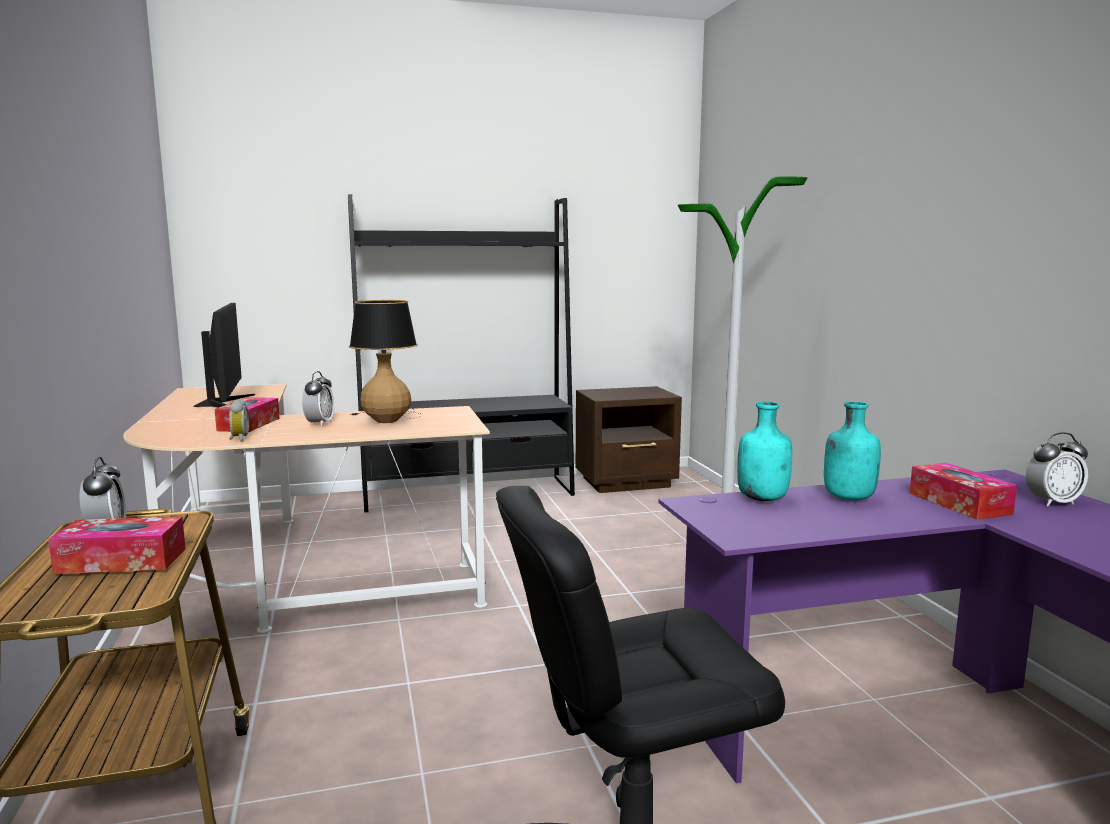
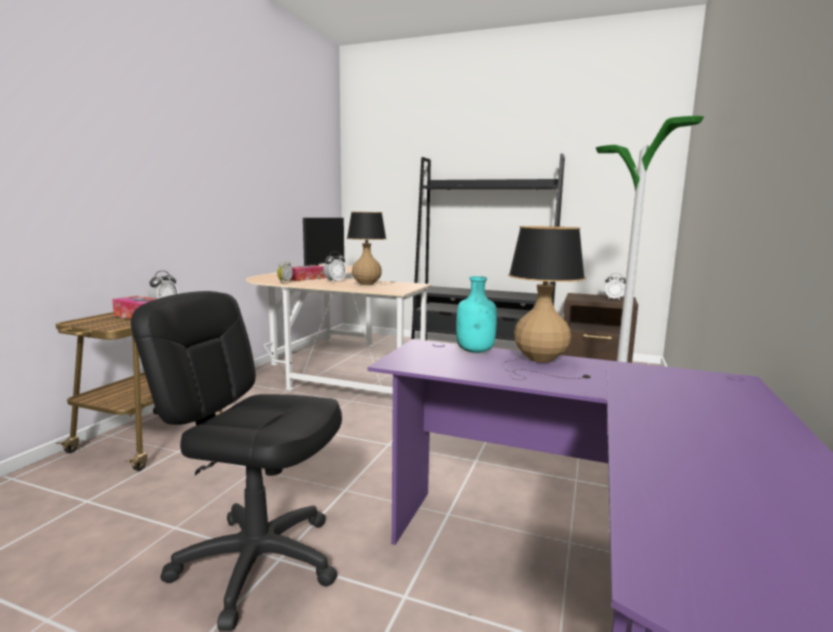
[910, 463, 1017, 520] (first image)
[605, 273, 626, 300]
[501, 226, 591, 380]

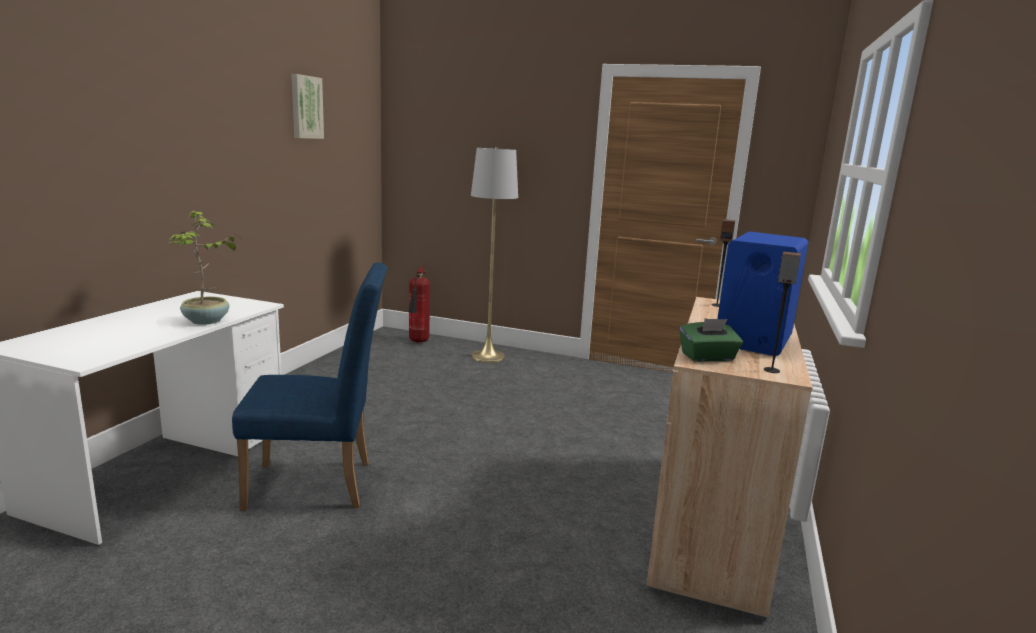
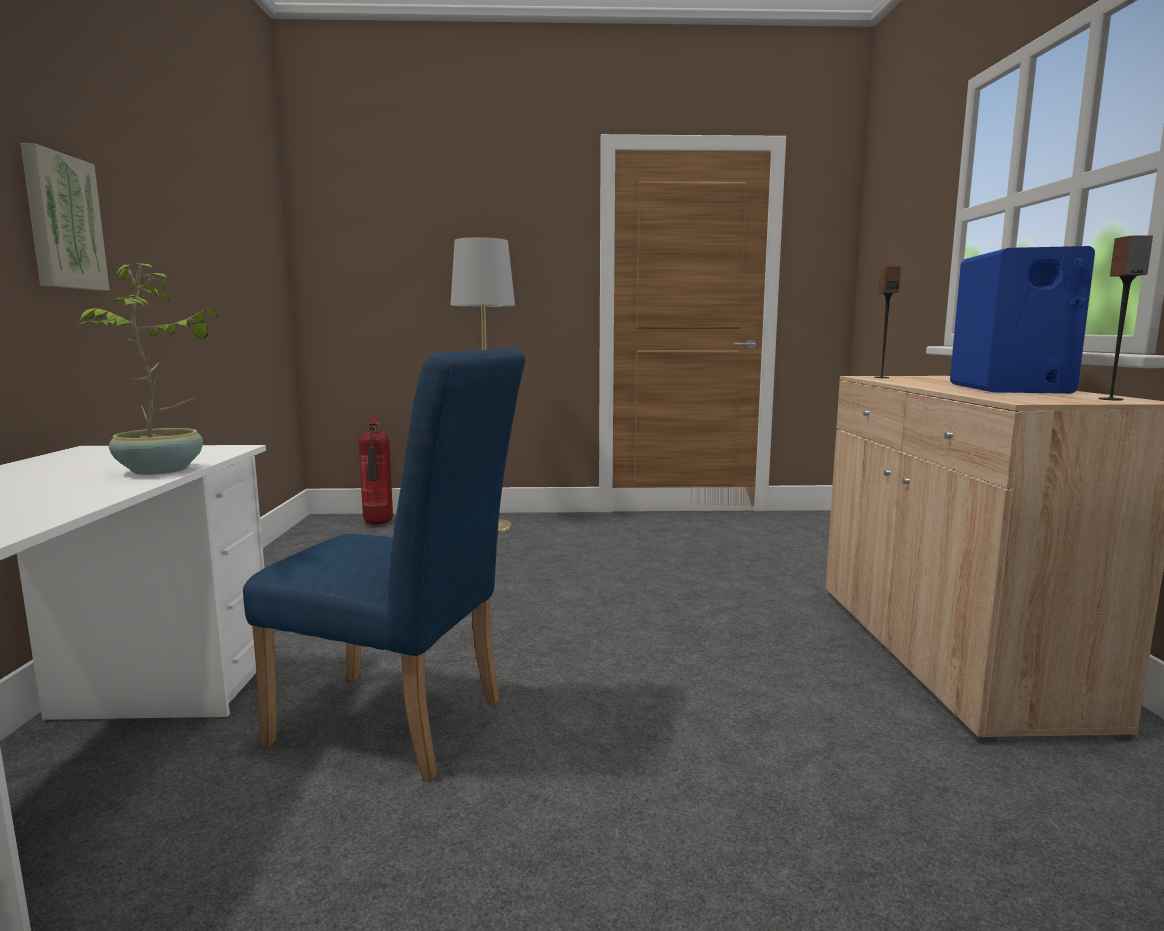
[679, 318, 743, 362] (first image)
[21, 143, 110, 291]
[243, 349, 525, 782]

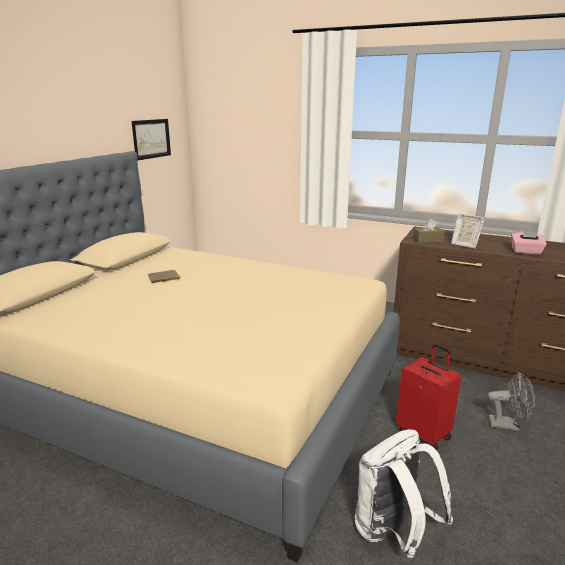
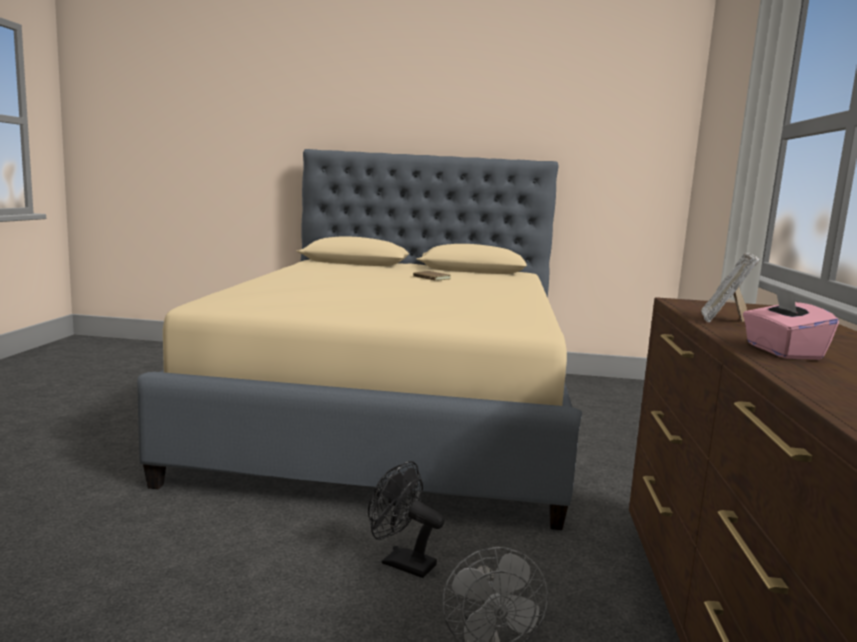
[132, 119, 171, 161] (first image)
[355, 429, 453, 558] (first image)
[413, 219, 445, 243] (first image)
[368, 461, 445, 578]

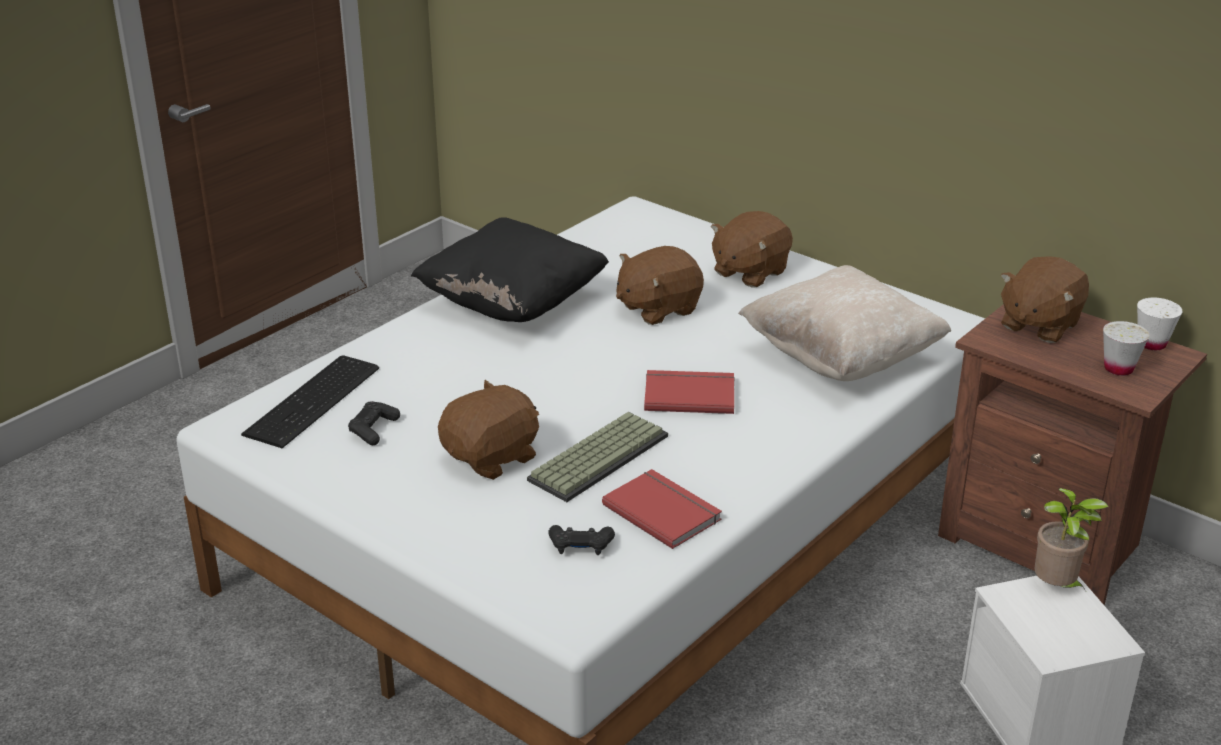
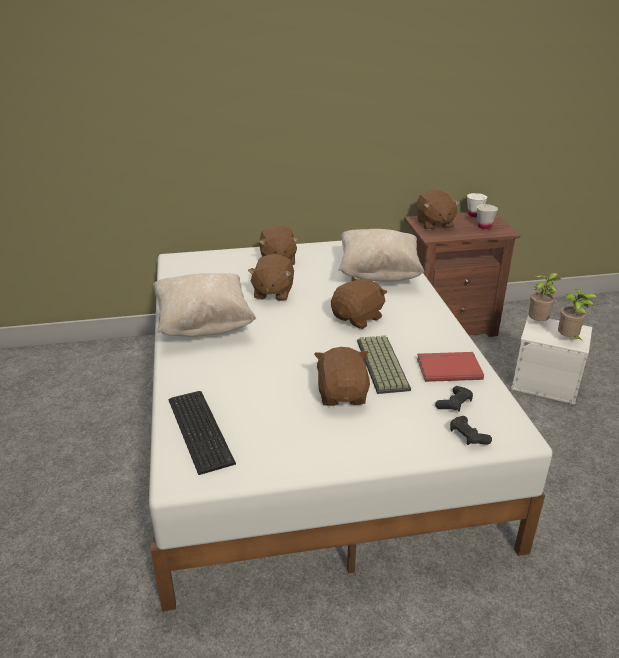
[558, 289, 597, 342]
[450, 416, 492, 445]
[331, 277, 387, 329]
[153, 273, 256, 337]

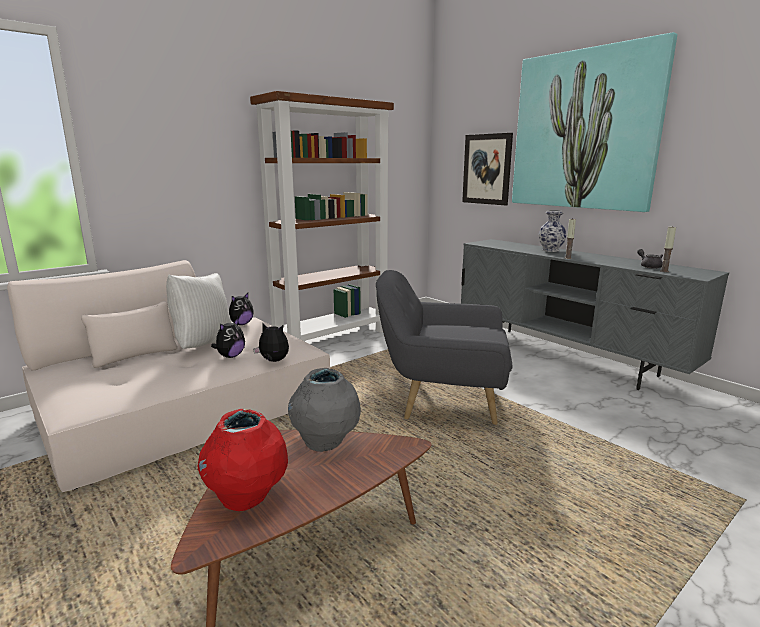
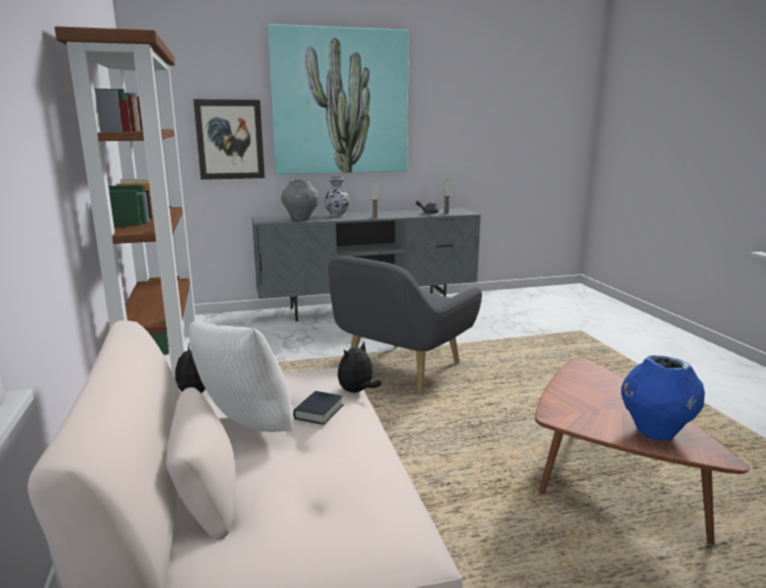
[281, 180, 320, 221]
[293, 391, 343, 425]
[621, 355, 705, 441]

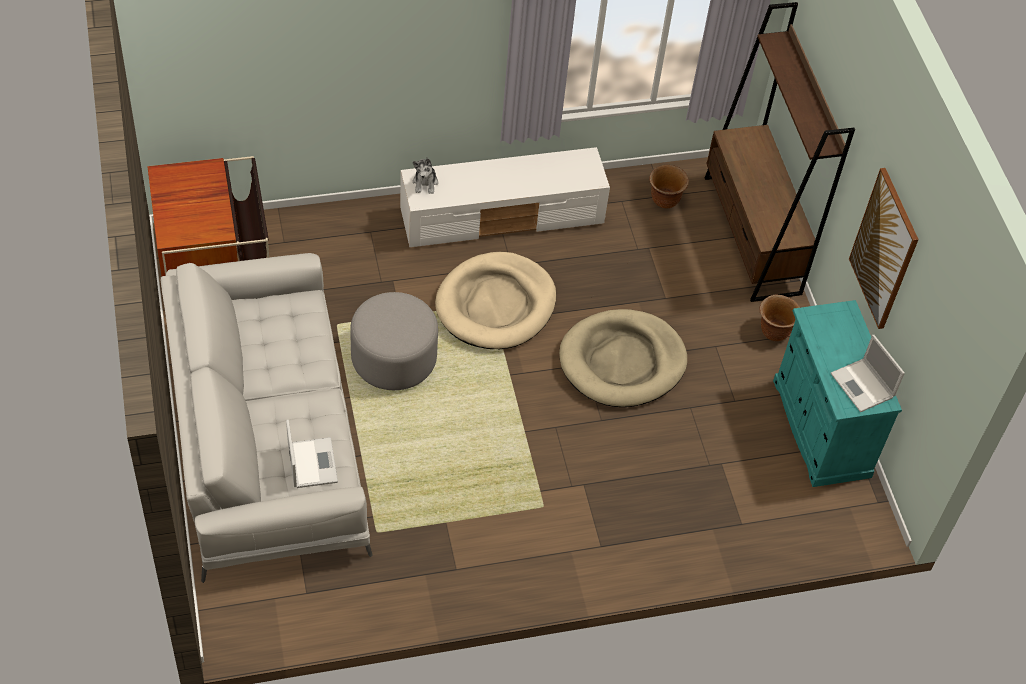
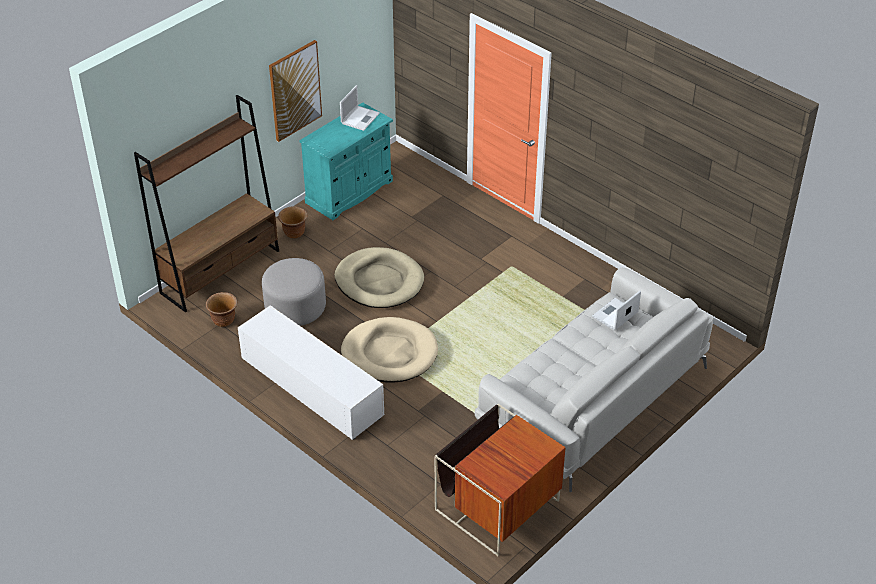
[413, 158, 438, 194] (first image)
[262, 258, 326, 326]

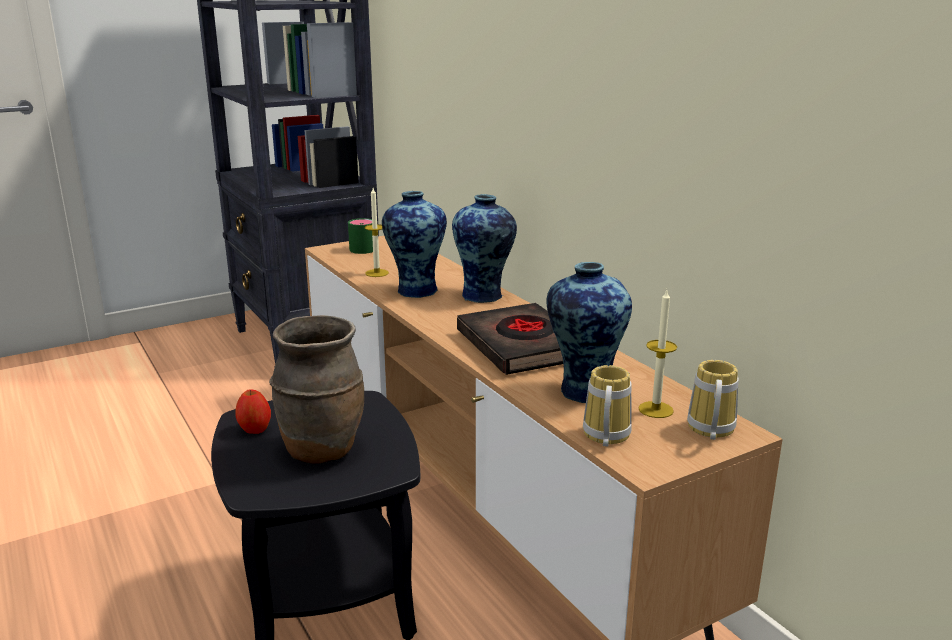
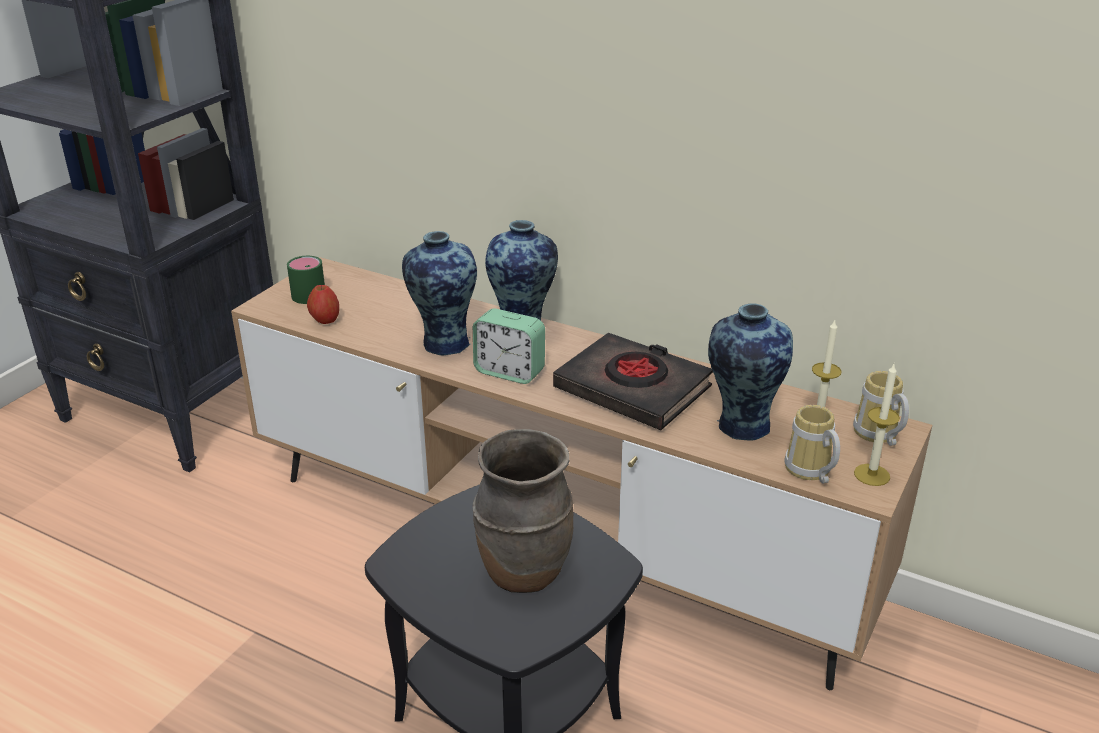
[473, 308, 545, 384]
[307, 285, 339, 324]
[854, 364, 900, 486]

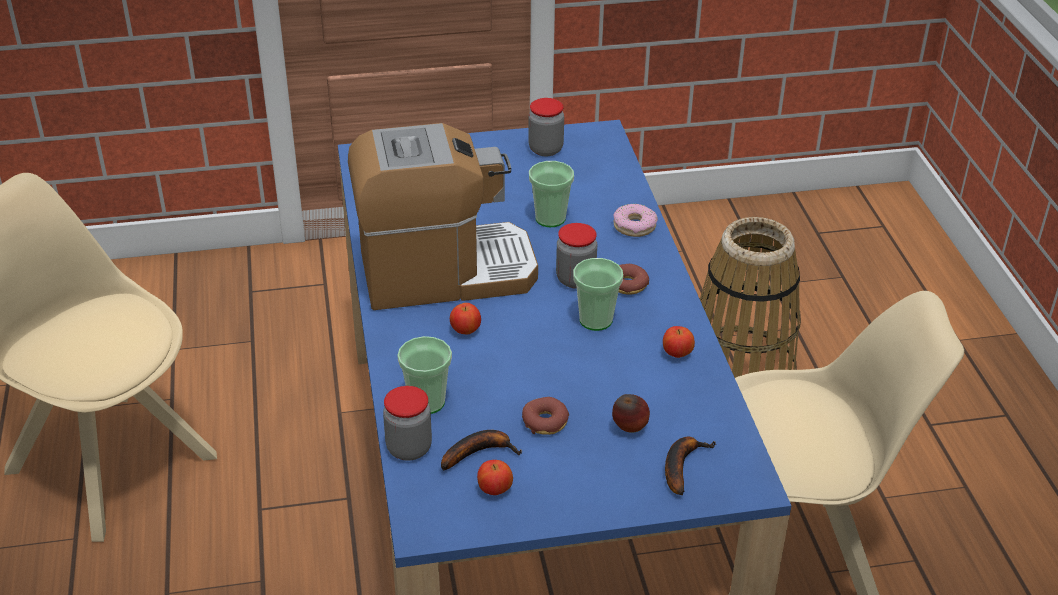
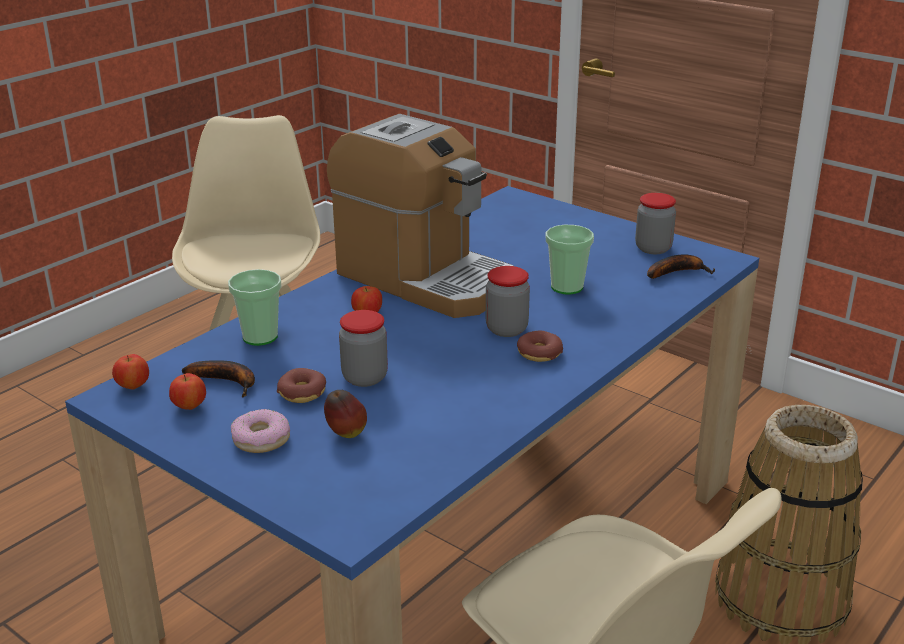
[573, 258, 623, 331] (first image)
[339, 310, 388, 387]
[231, 409, 290, 453]
[112, 354, 149, 390]
[647, 255, 716, 279]

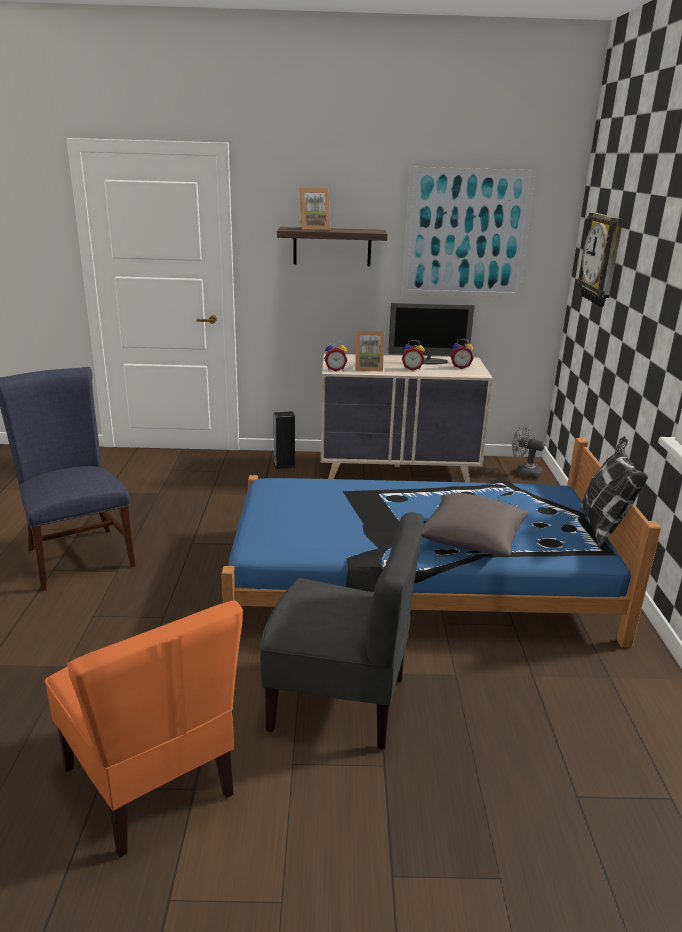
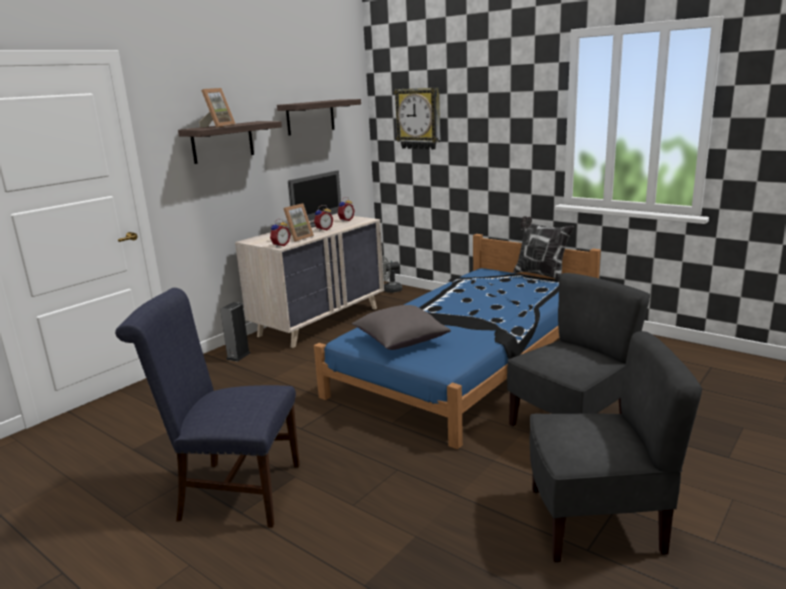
[352, 305, 451, 350]
[277, 99, 361, 136]
[529, 331, 702, 563]

